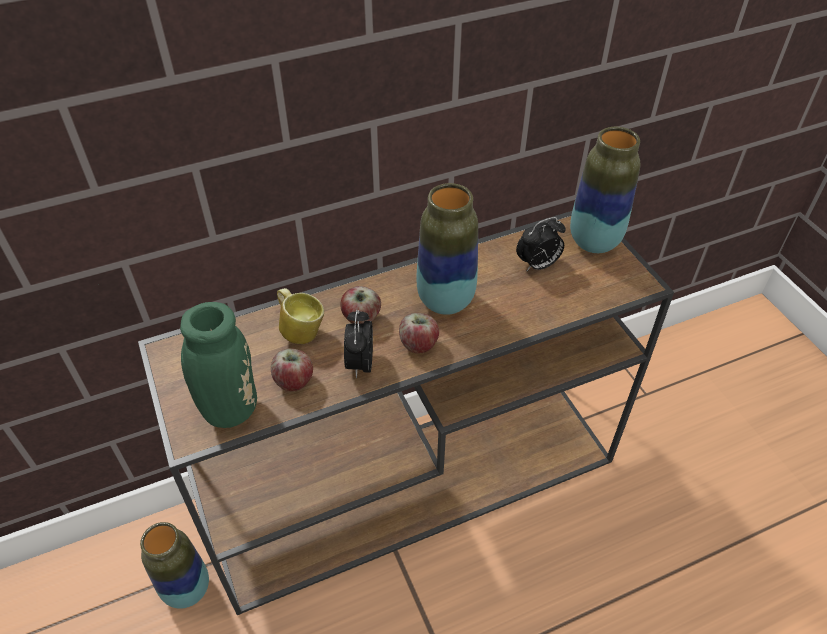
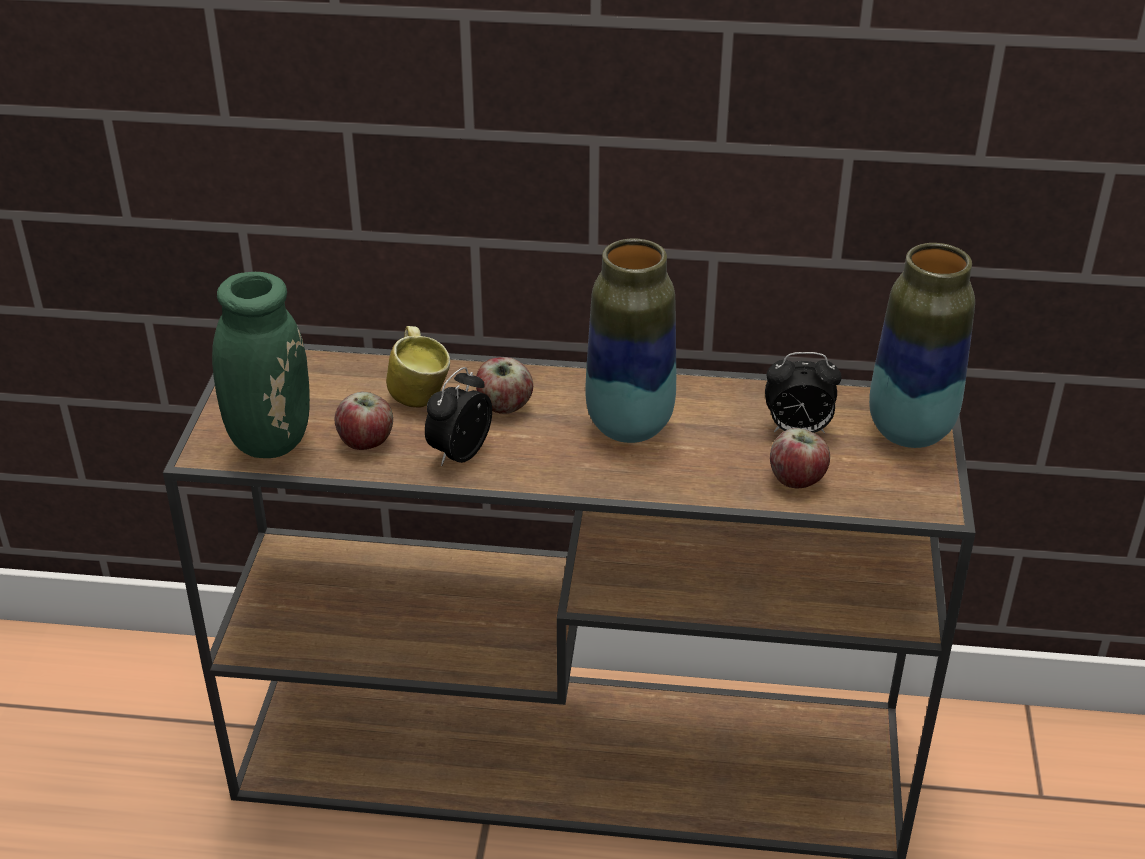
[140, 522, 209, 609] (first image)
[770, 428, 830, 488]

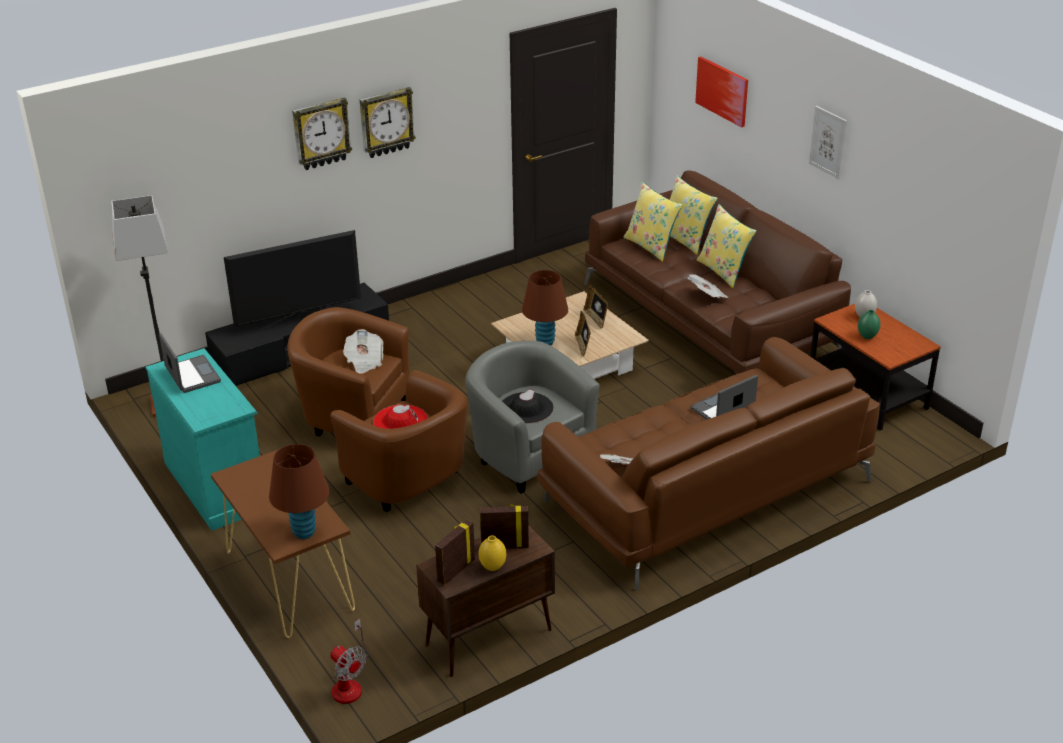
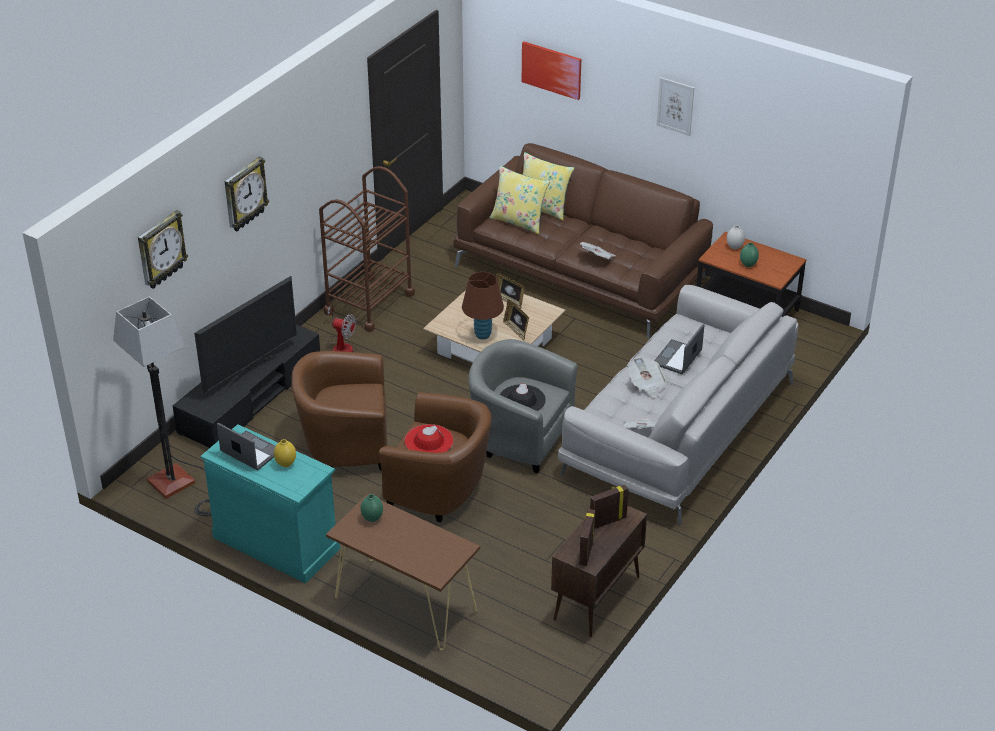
[269, 444, 329, 539] (first image)
[697, 204, 757, 288] (first image)
[319, 166, 415, 332]
[361, 494, 383, 522]
[327, 306, 356, 352]
[628, 357, 667, 398]
[138, 210, 188, 289]
[274, 439, 296, 467]
[558, 285, 798, 526]

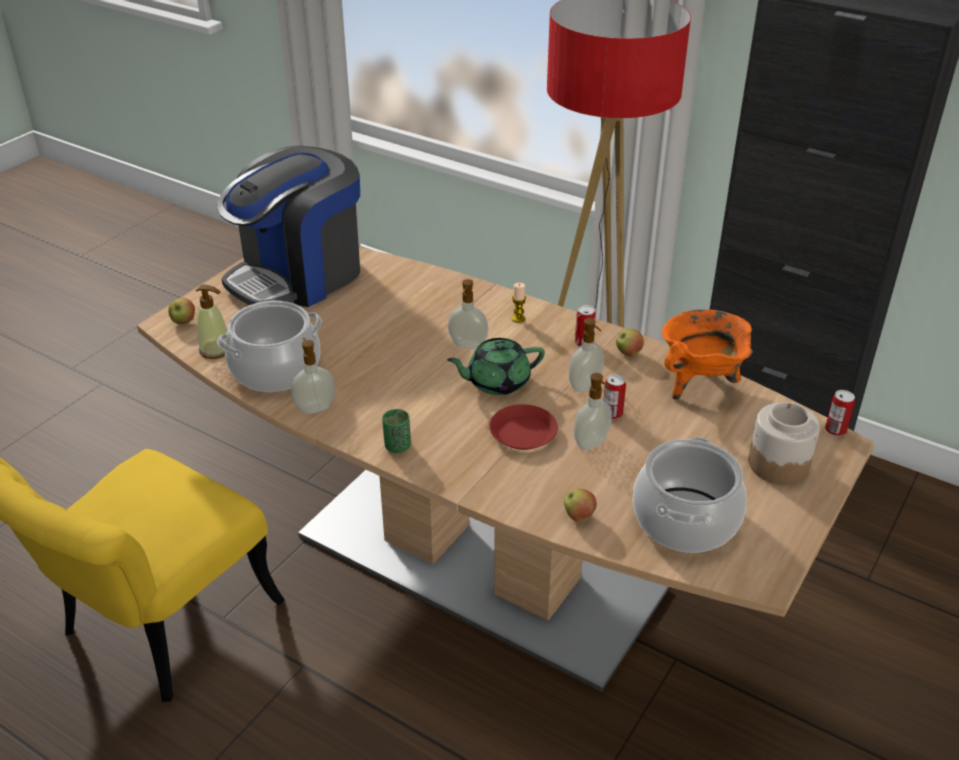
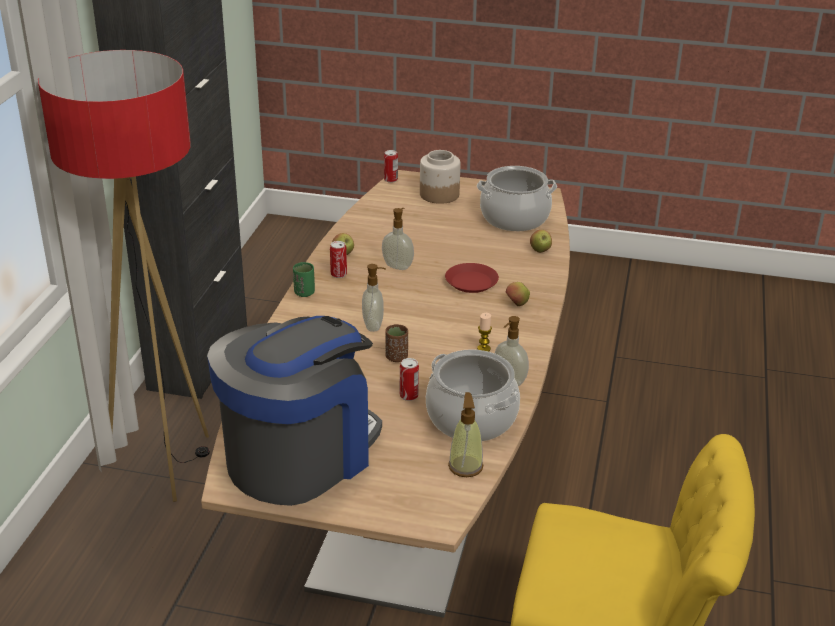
[447, 338, 545, 395] (first image)
[574, 373, 612, 450] (first image)
[662, 309, 753, 400] (first image)
[385, 324, 408, 362]
[506, 282, 530, 306]
[293, 262, 315, 297]
[477, 313, 492, 352]
[400, 358, 419, 401]
[207, 316, 382, 506]

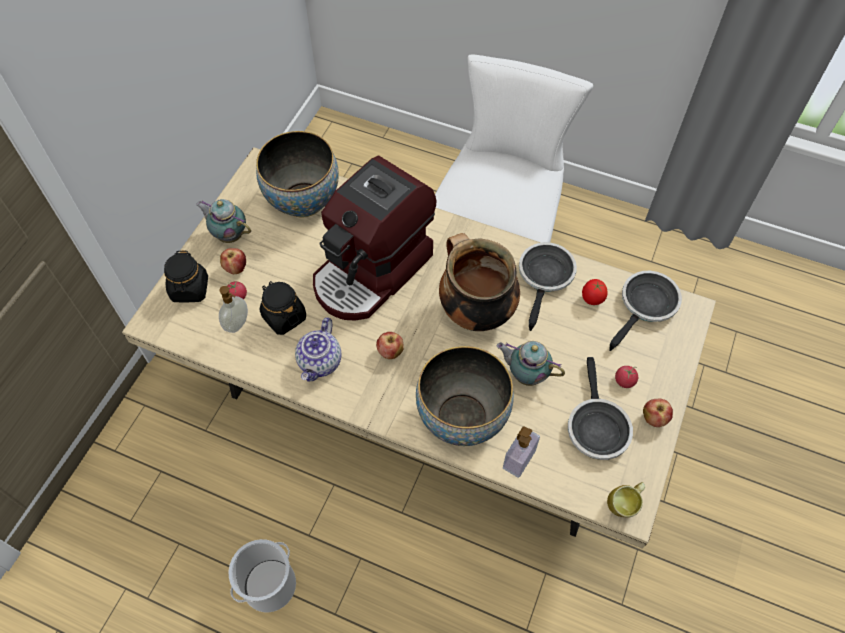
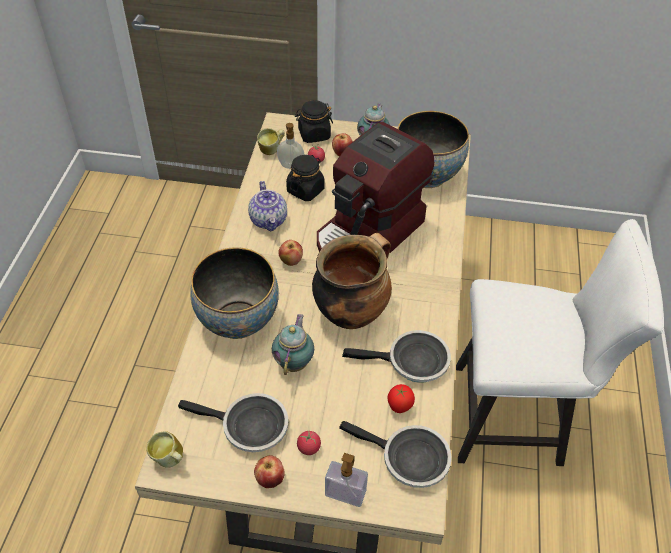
[229, 539, 296, 613] (first image)
[257, 128, 285, 155]
[325, 453, 368, 507]
[248, 181, 287, 231]
[317, 122, 434, 253]
[178, 393, 288, 452]

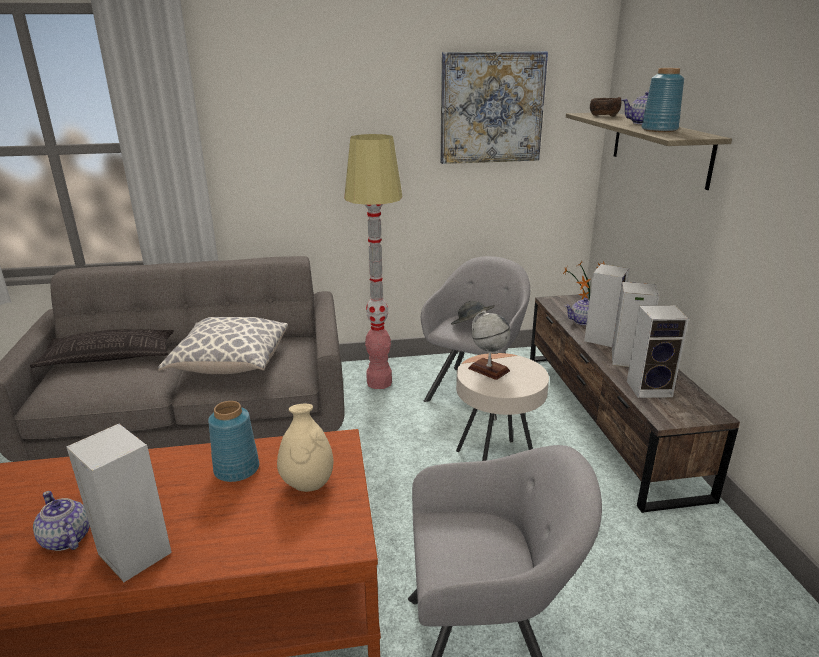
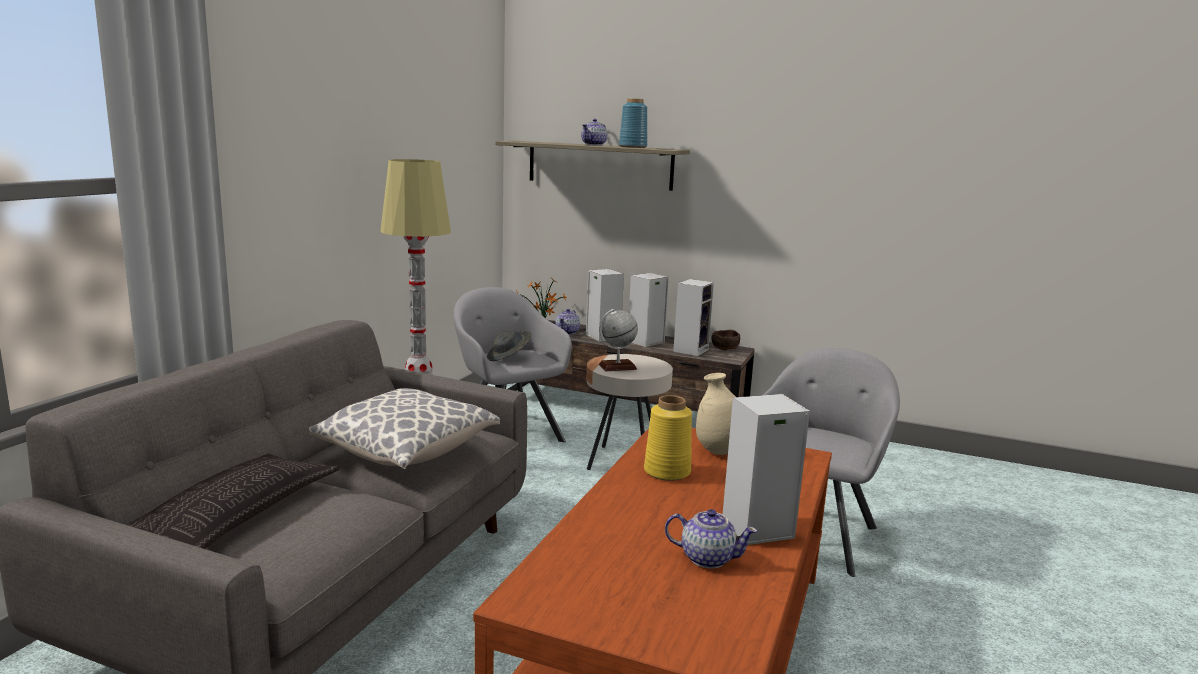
[440, 51, 548, 164] (first image)
[712, 330, 740, 351]
[644, 395, 692, 481]
[665, 509, 758, 569]

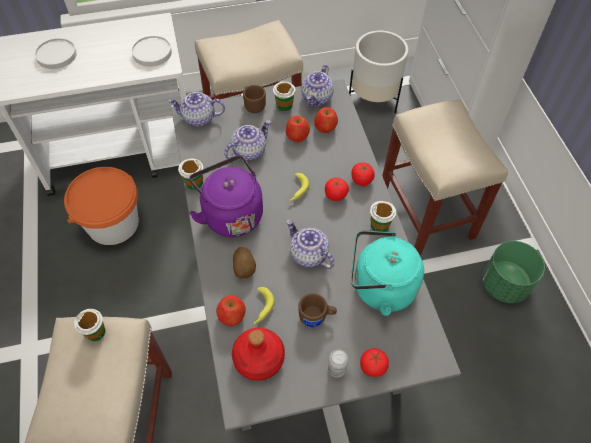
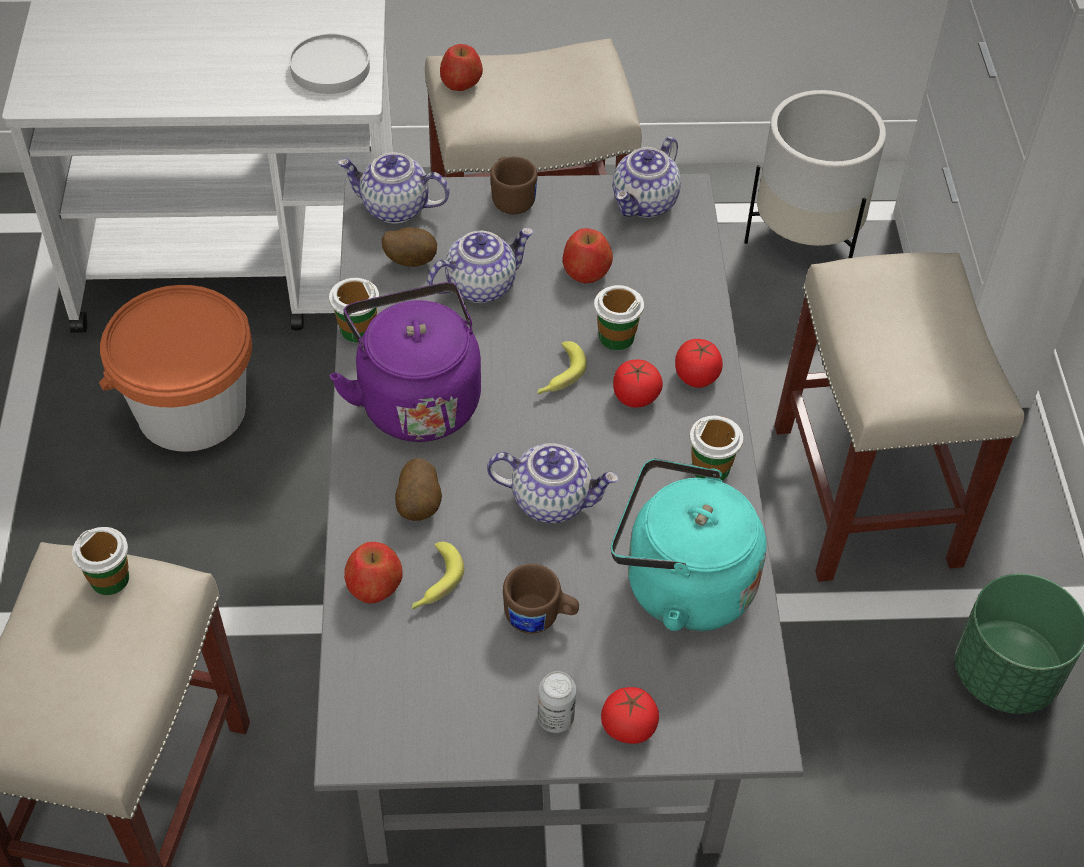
[35, 38, 77, 69] (first image)
[232, 328, 285, 381] (first image)
[382, 227, 437, 267]
[594, 285, 644, 350]
[440, 44, 483, 91]
[487, 443, 619, 523]

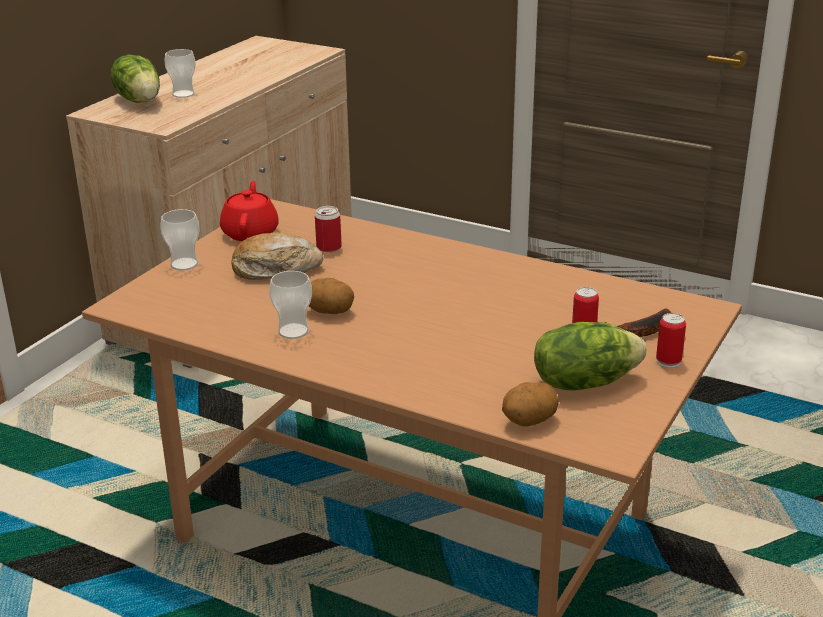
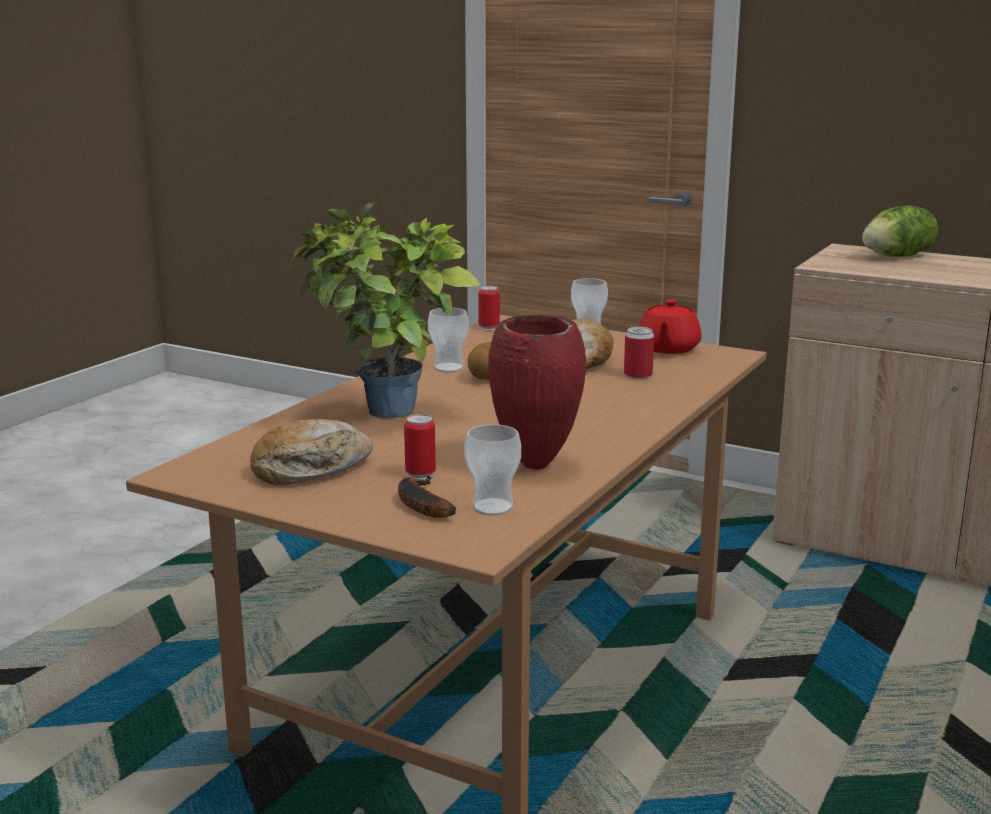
[502, 382, 559, 427] (first image)
[289, 201, 481, 419]
[488, 315, 586, 470]
[464, 424, 521, 516]
[478, 286, 500, 331]
[250, 419, 373, 485]
[639, 299, 701, 354]

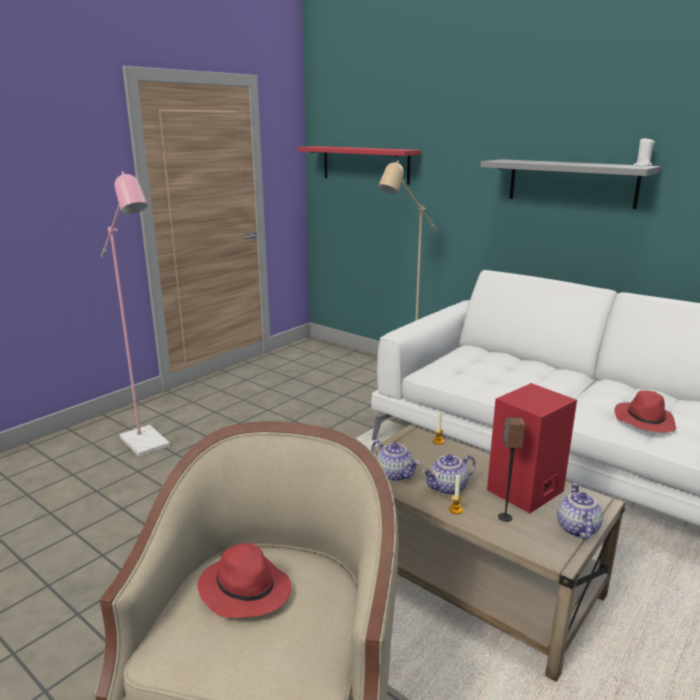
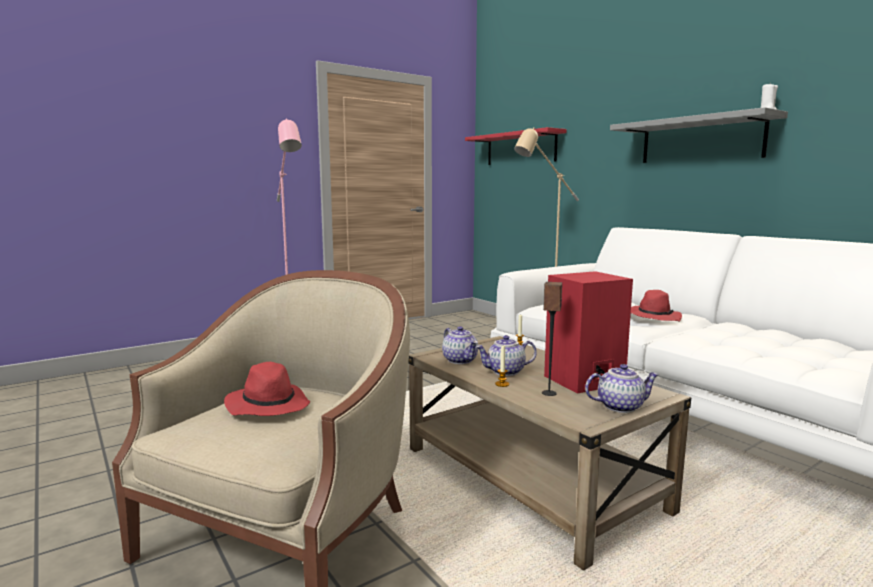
[631, 290, 682, 321]
[585, 364, 659, 413]

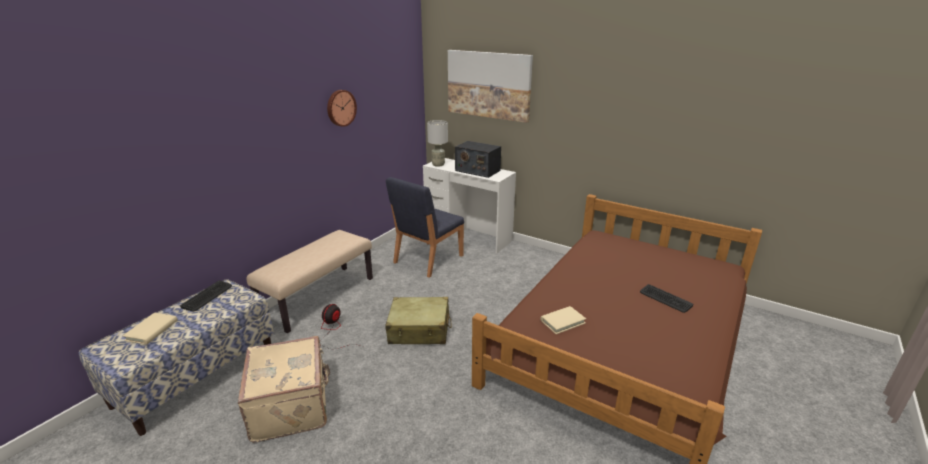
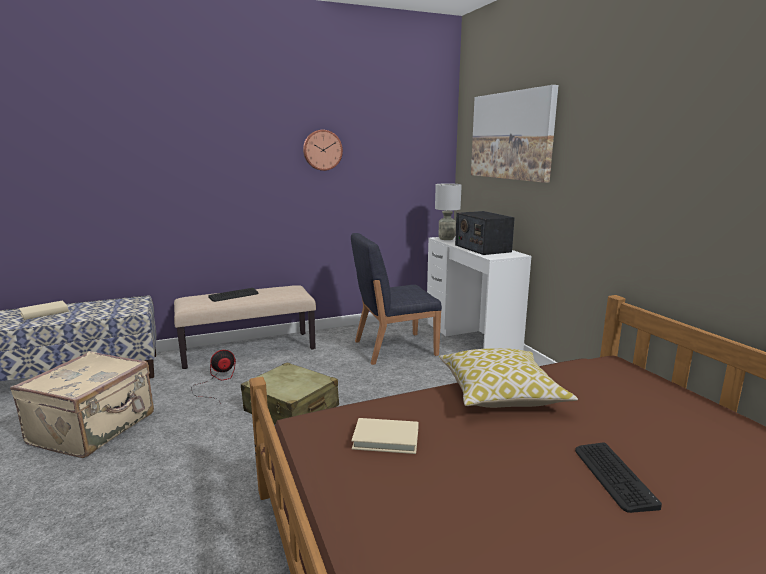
[439, 348, 578, 408]
[208, 288, 259, 302]

